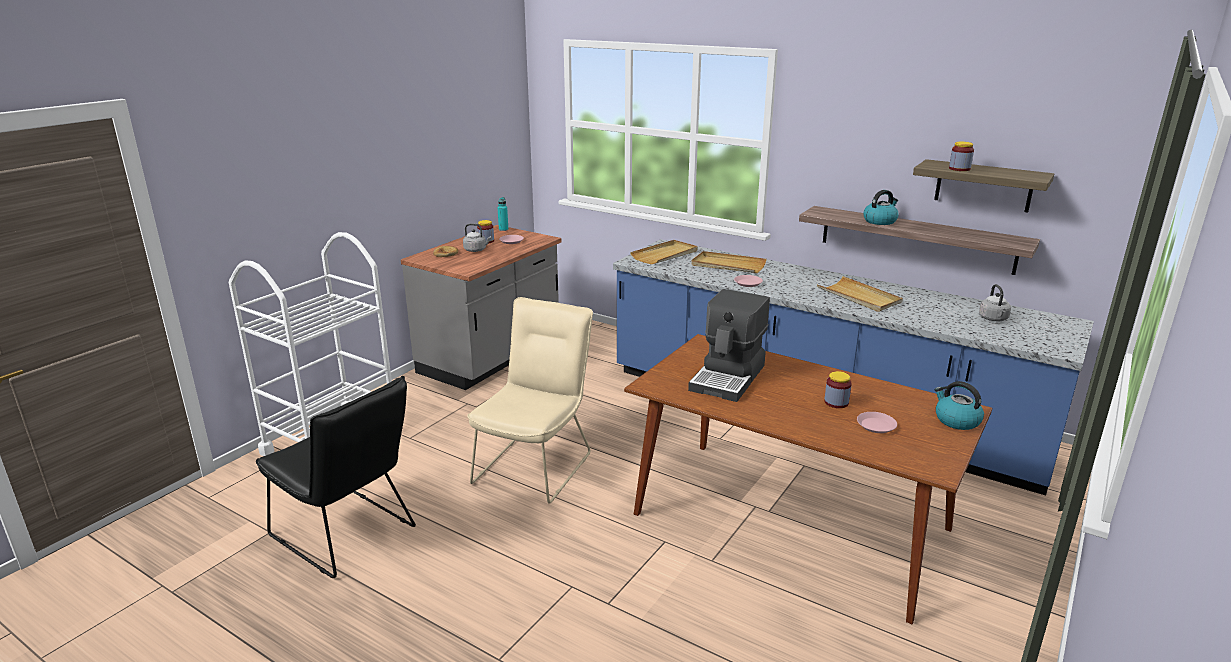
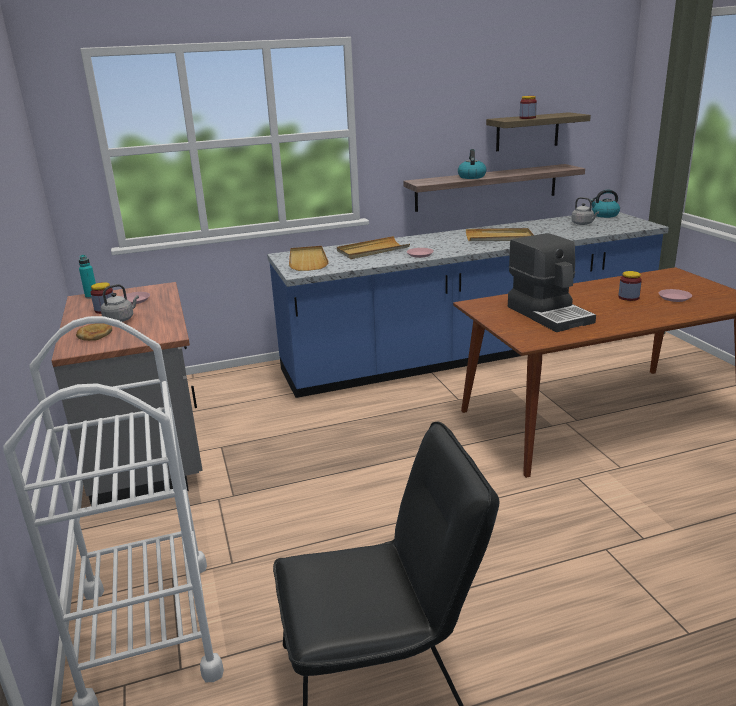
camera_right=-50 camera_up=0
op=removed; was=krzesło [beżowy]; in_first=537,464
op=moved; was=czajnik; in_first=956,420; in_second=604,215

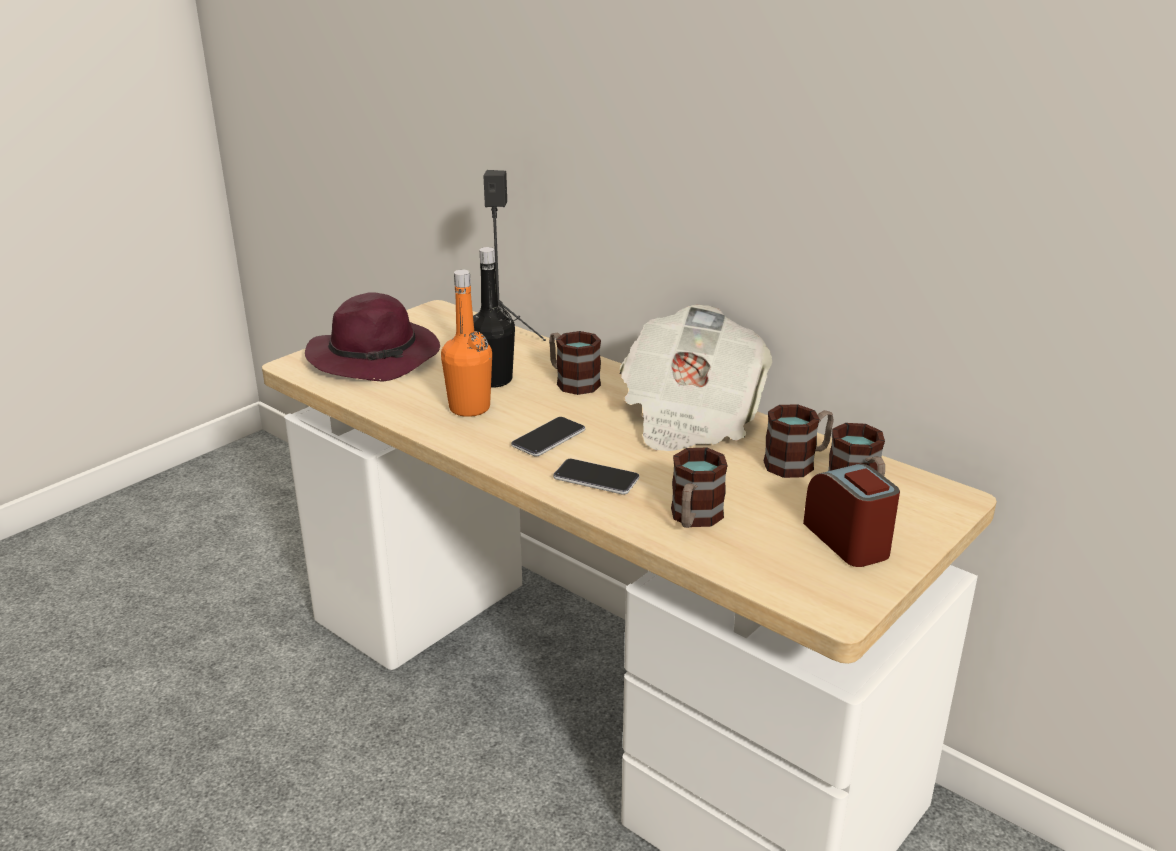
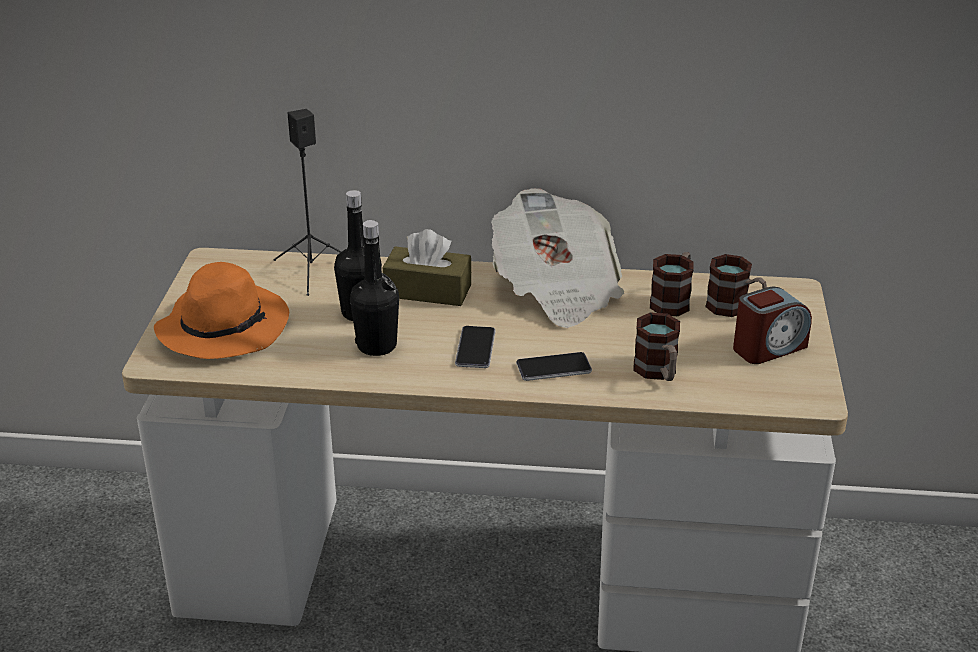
camera_right=-35 camera_up=5
op=replaced; was=kubek; now=pudełko chusteczek [brązowy]; in_first=572,381; in_second=427,291
op=recoloured; was=kapelusz [fioletowy]; now=kapelusz [pomarańczowy]; in_first=376,357; in_second=224,327
op=recoloured; was=butelka [pomarańczowy]; now=butelka [czarny]; in_first=469,408; in_second=377,346
op=turned; was=budzik; in_first=848,540; in_second=768,348; clockwise=120

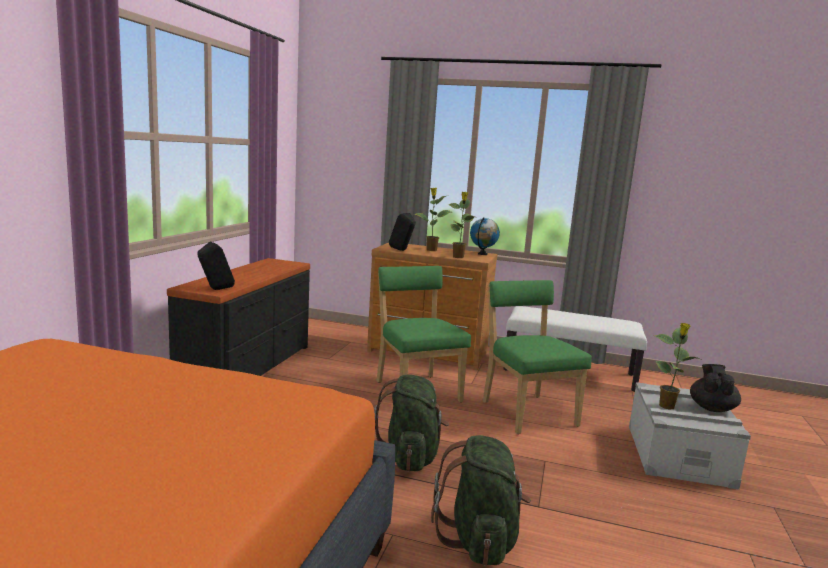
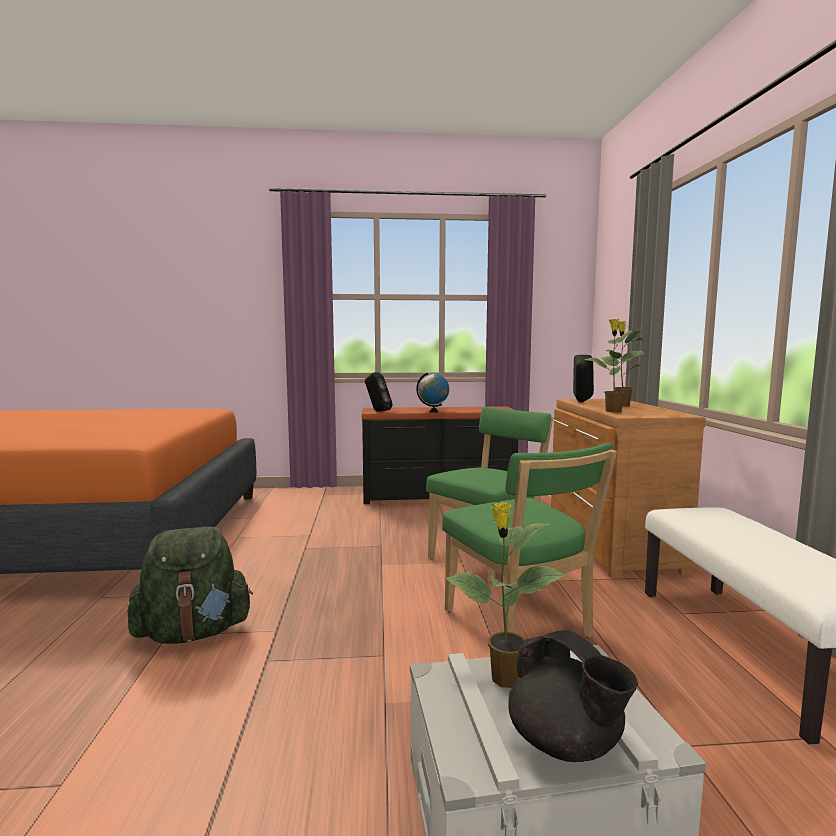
camera_right=70 camera_up=-5
op=removed; was=plecak [zielony]; in_first=409,457
op=moved; was=globus; in_first=482,254; in_second=433,411
op=turned; was=krzesło [zielony]; in_first=526,412; in_second=520,627; clockwise=105
op=turned; was=imbryk [czarny]; in_first=712,408; in_second=566,743; clockwise=60

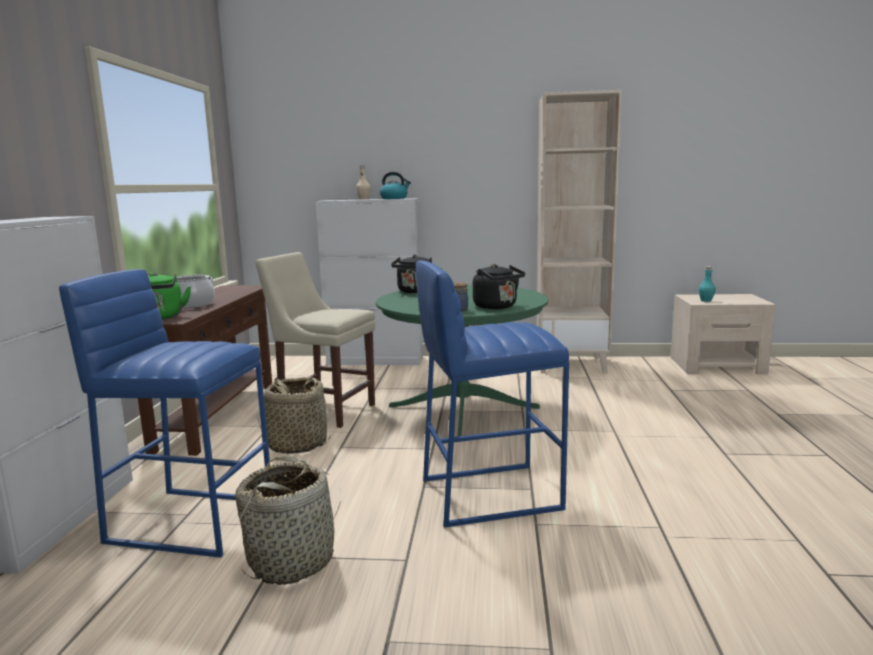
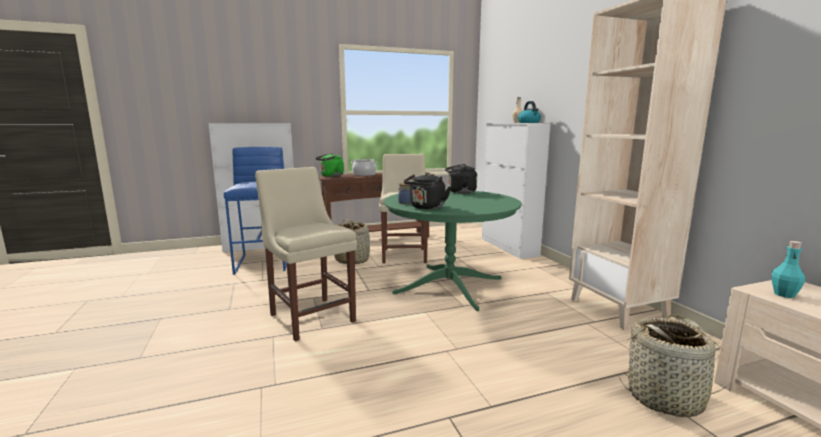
camera_right=65 camera_up=0
op=moved; was=koszyk; in_first=292,560; in_second=665,397
op=replaced; was=stołek [niebieski]; now=krzesło [beżowy]; in_first=488,493; in_second=310,316

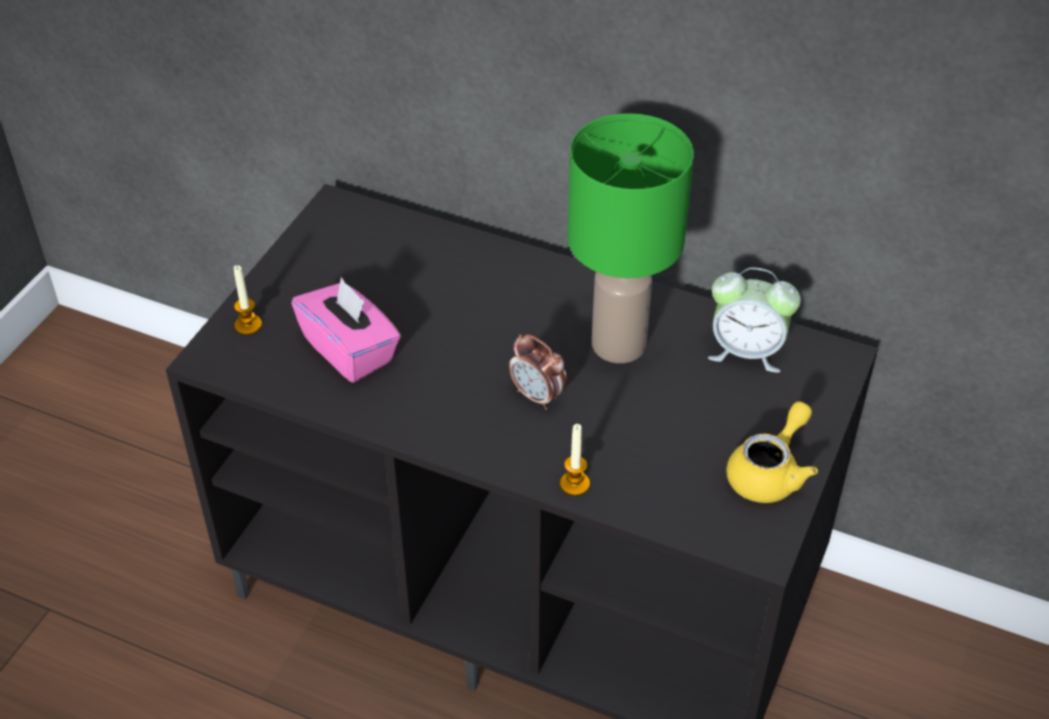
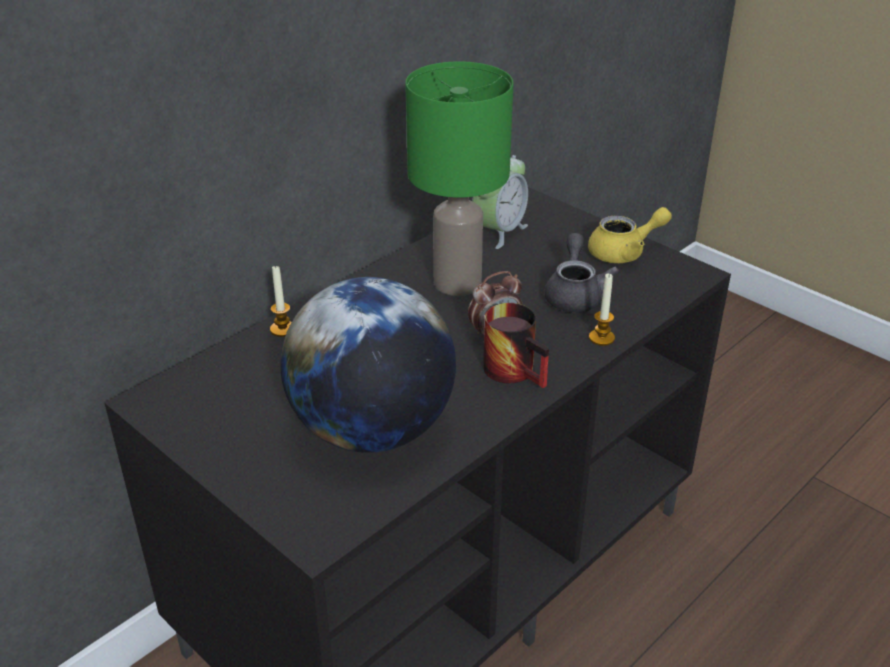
camera_right=-70 camera_up=-10
op=added; now=kubek; in_second=518,370
op=added; now=imbryk [szary]; in_second=575,294
op=moved; was=świeca; in_first=248,325; in_second=282,329
op=replaced; was=pudełko chusteczek [różowy]; now=globus; in_first=350,350; in_second=372,430
op=turned; was=imbryk [żółty]; in_first=770,473; in_second=624,252; clockwise=105

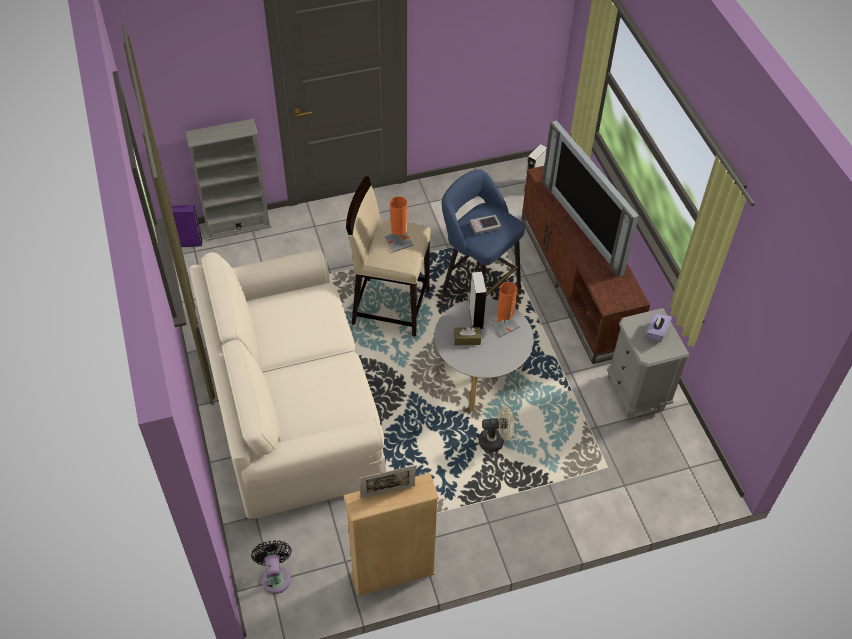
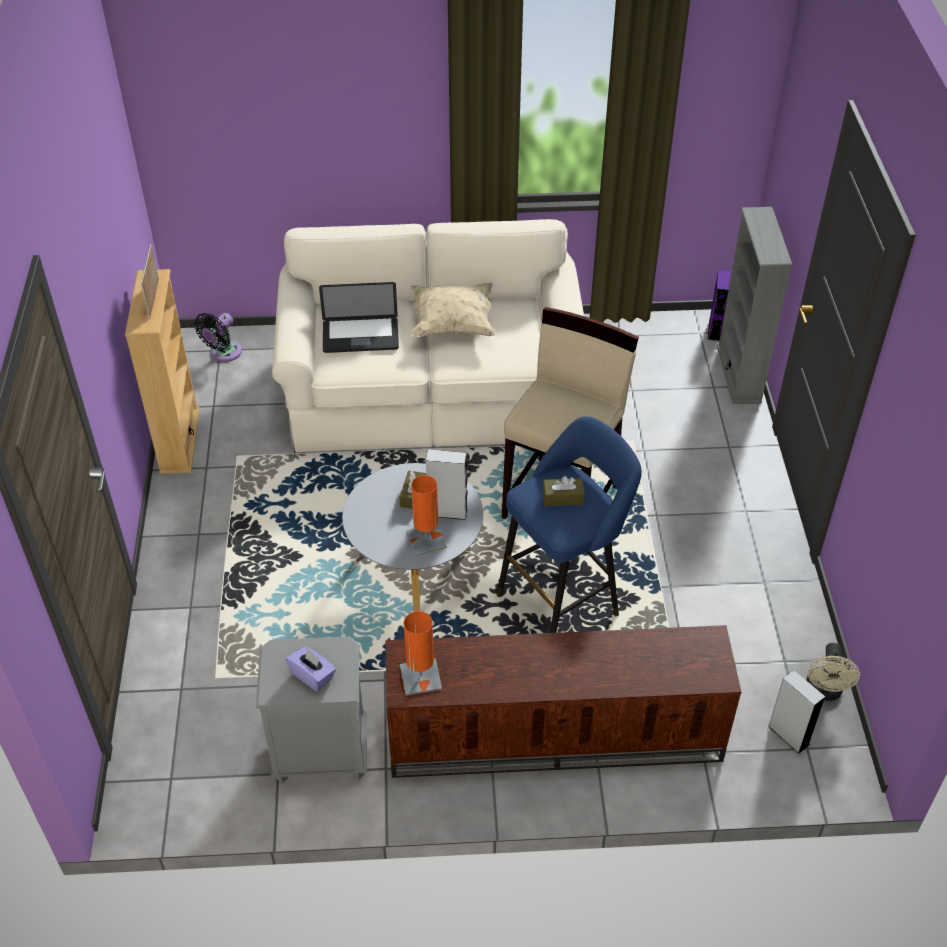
camera_right=105 camera_up=-5
op=removed; was=telewizor; in_first=586,225
op=added; now=laptop; in_second=360,336
op=added; now=poduszka [beżowy]; in_second=452,324
op=moved; was=lampa stołowa [pomarańczowy]; in_first=398,241; in_second=420,677
op=moved; was=wentylator [beżowy]; in_first=495,441; in_second=824,692
op=replaced; was=książka; now=pudełko chusteczek [brązowy]; in_first=485,226; in_second=563,497
op=turned; was=wentylator [czarny]; in_first=275,576; in_second=223,354; clockwise=120

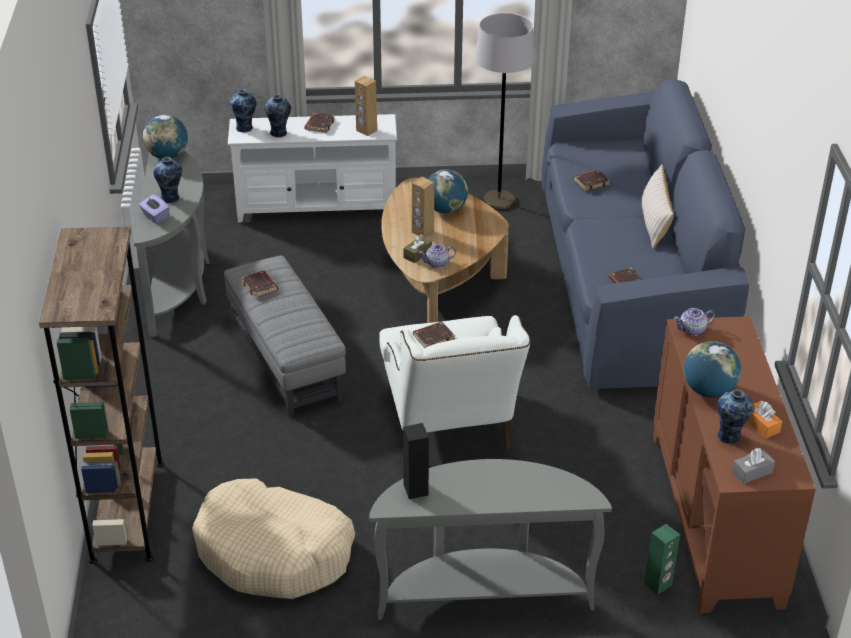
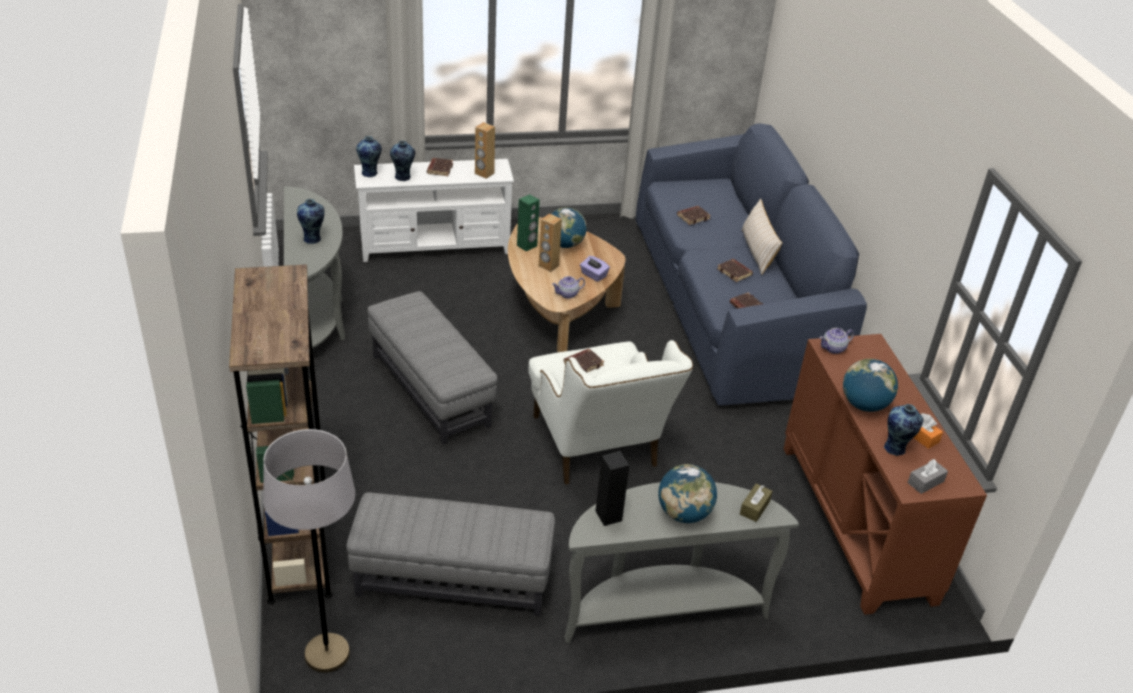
camera_right=-10 camera_up=0
op=moved; was=pudełko chusteczek [fioletowy]; in_first=155,216; in_second=593,275
op=moved; was=globus; in_first=167,156; in_second=684,514
op=moved; was=książka [brązowy]; in_first=260,286; in_second=735,272
op=moved; was=pudełko chusteczek [brązowy]; in_first=417,254; in_second=754,507
op=moved; was=lampa stojąca [szary]; in_first=499,201; in_second=327,654
op=moved; was=głośnik [zielony]; in_first=658,584; in_second=527,246
op=replaced; was=legowisko [beżowy]; now=pufa [szary]; in_first=274,553; in_second=452,581

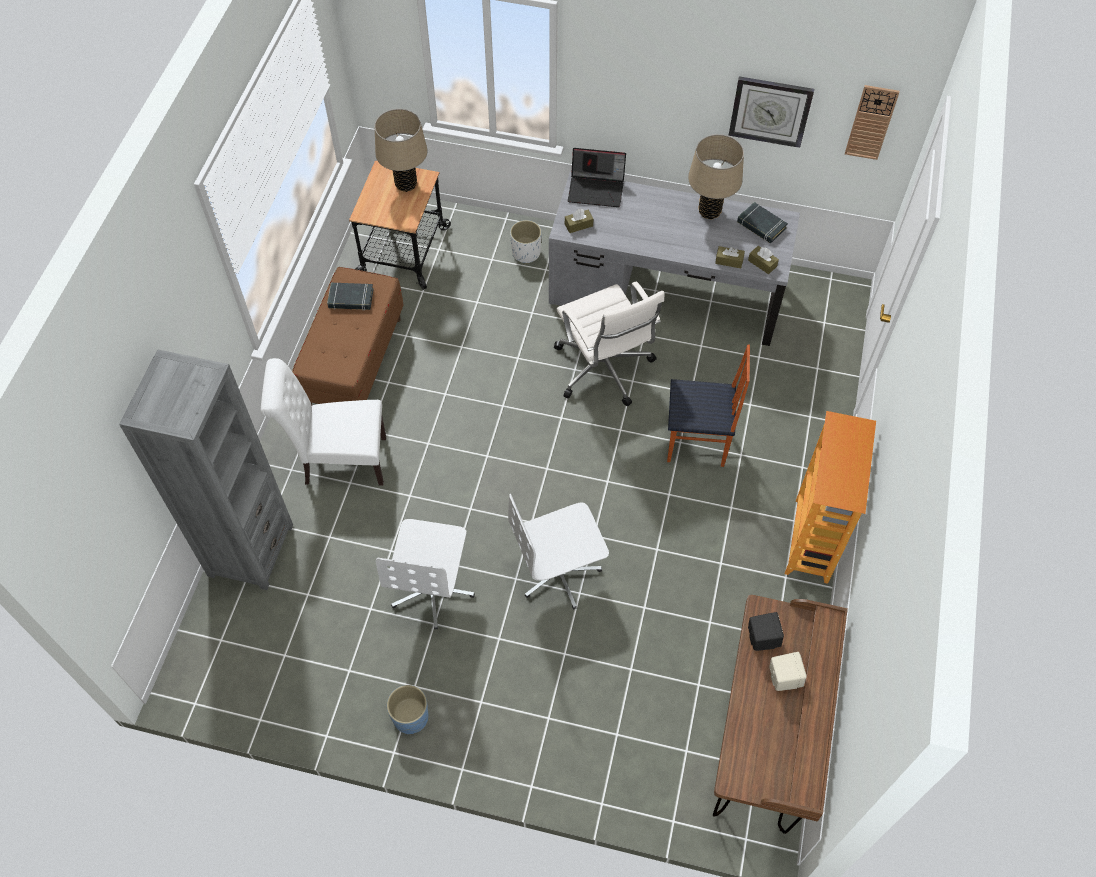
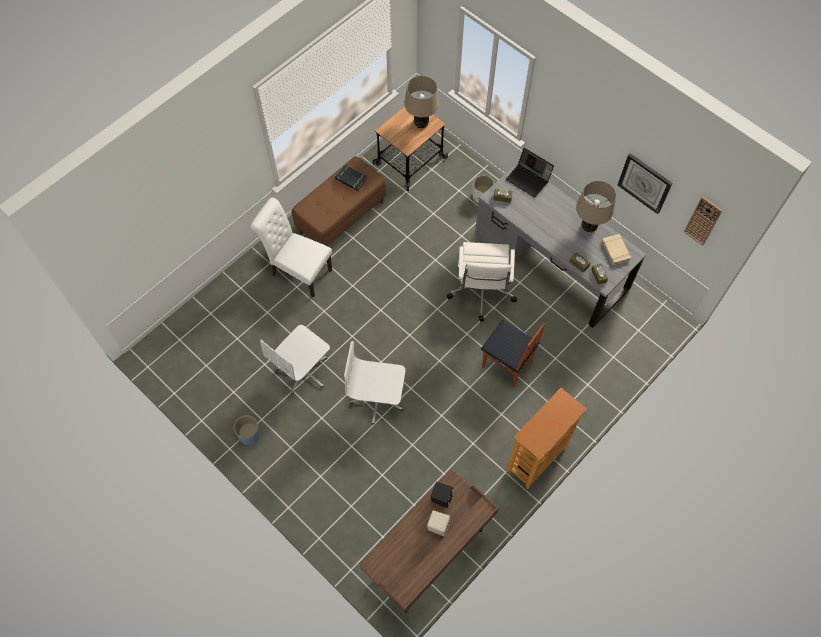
camera_right=30 camera_up=5
op=removed; was=regał [szary]; in_first=250,550
op=recoloured; was=książka [czarny]; now=książka [beżowy]; in_first=761,225; in_second=615,251

